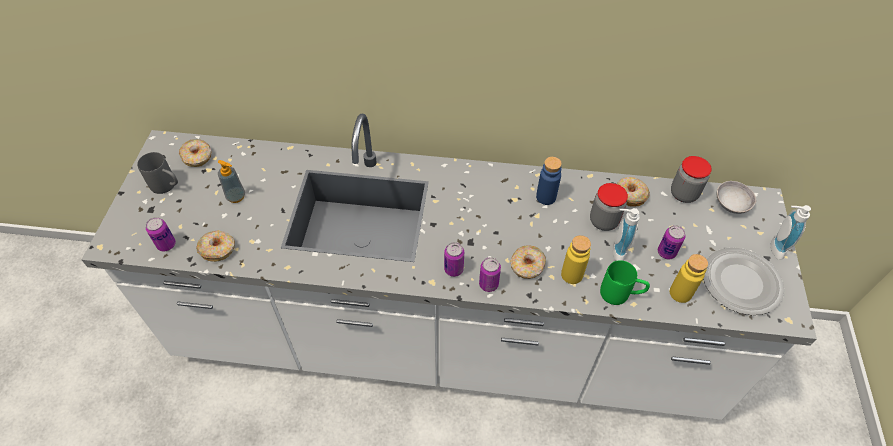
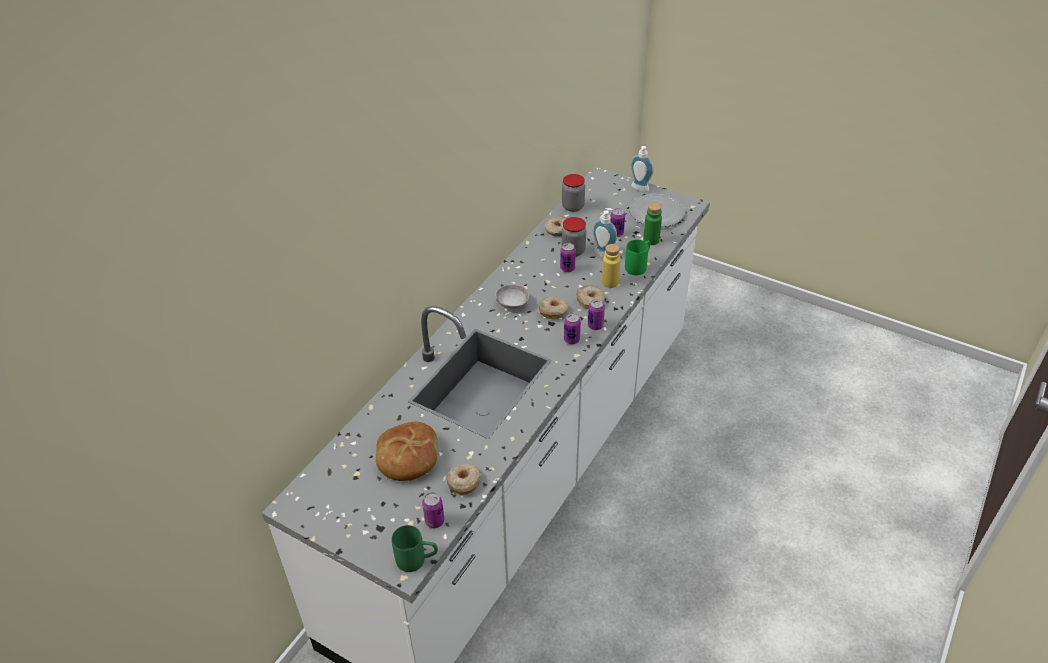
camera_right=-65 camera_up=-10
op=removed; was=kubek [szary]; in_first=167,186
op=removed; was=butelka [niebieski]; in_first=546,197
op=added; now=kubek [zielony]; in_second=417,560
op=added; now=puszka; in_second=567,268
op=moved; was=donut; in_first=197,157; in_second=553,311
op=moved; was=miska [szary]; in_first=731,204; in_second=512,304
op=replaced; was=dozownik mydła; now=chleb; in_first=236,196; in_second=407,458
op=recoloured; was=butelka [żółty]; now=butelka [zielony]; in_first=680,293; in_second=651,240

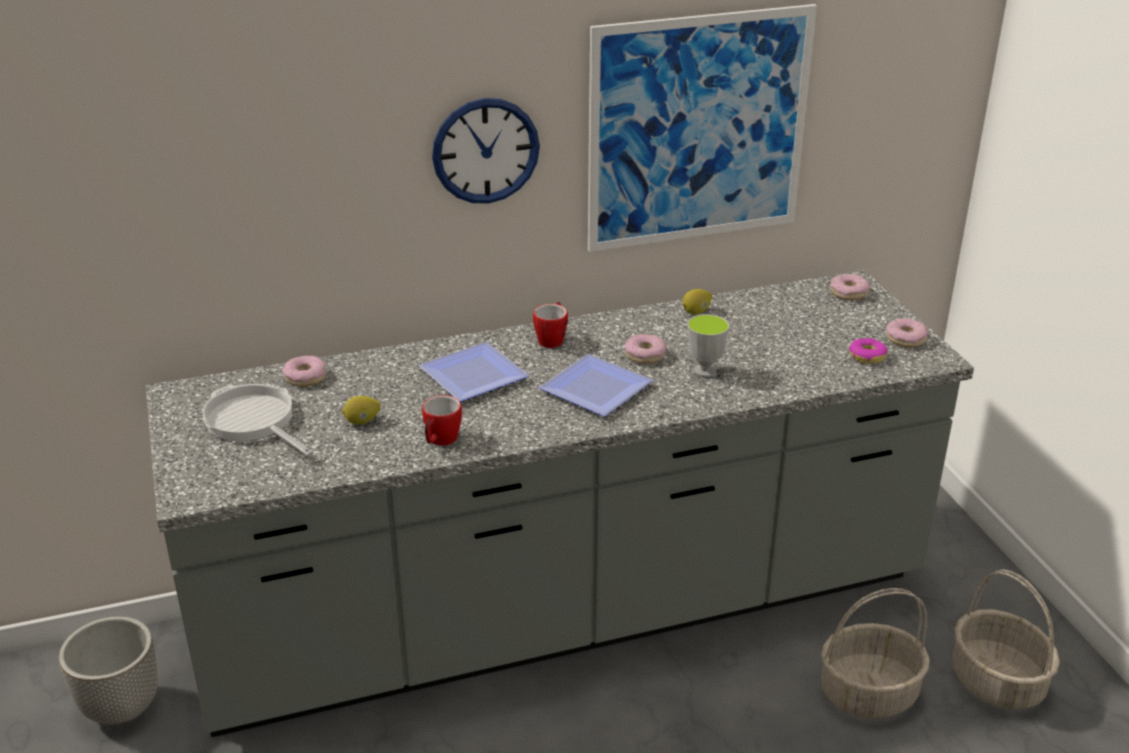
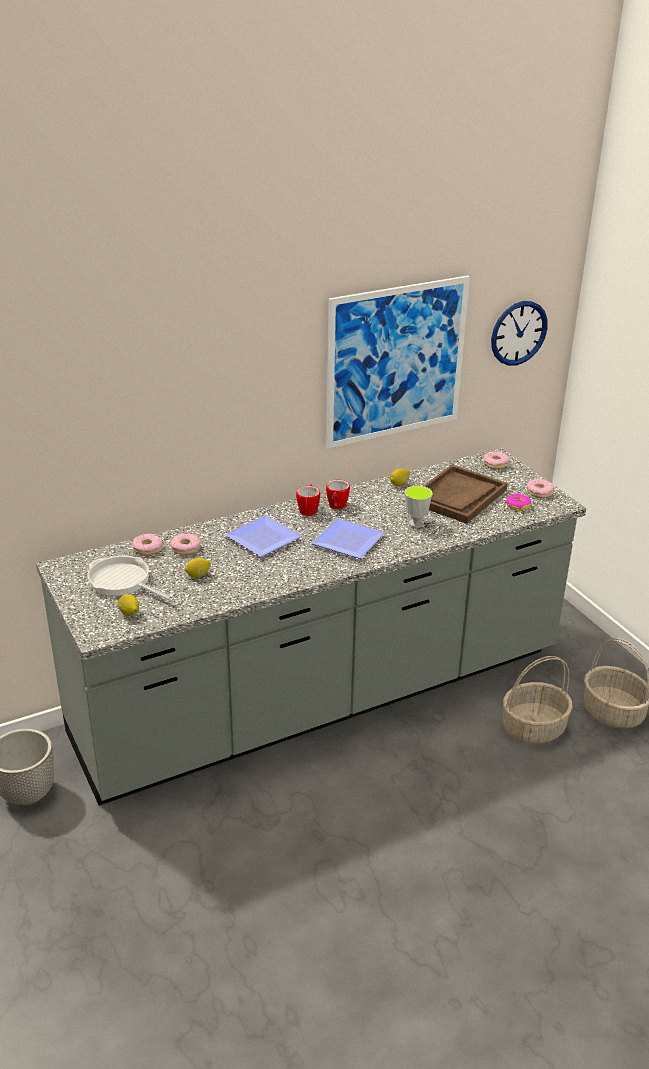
camera_right=-10 camera_up=0
op=added; now=cytryna; in_second=129,613
op=added; now=taca [brązowy]; in_second=458,496
op=moved; was=kubek; in_first=440,441; in_second=336,507
op=moved; was=zegar ścienny; in_first=485,151; in_second=518,333
op=moved; was=donut; in_first=645,355; in_second=185,548

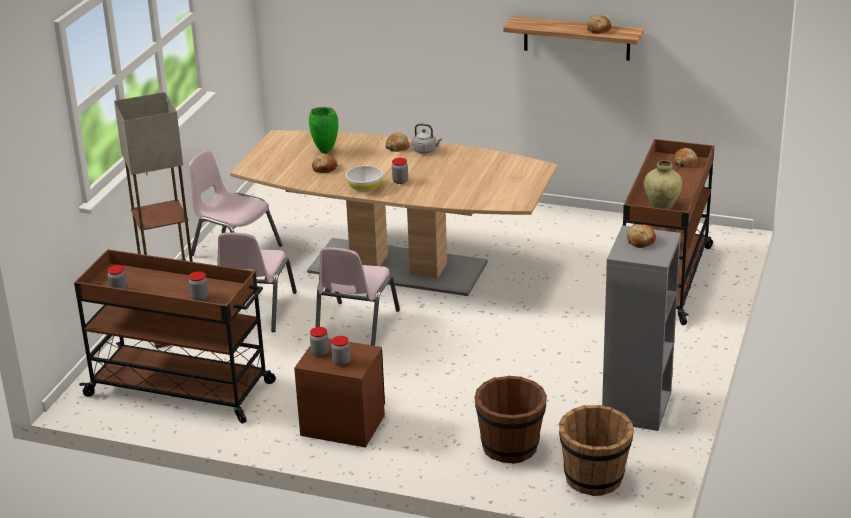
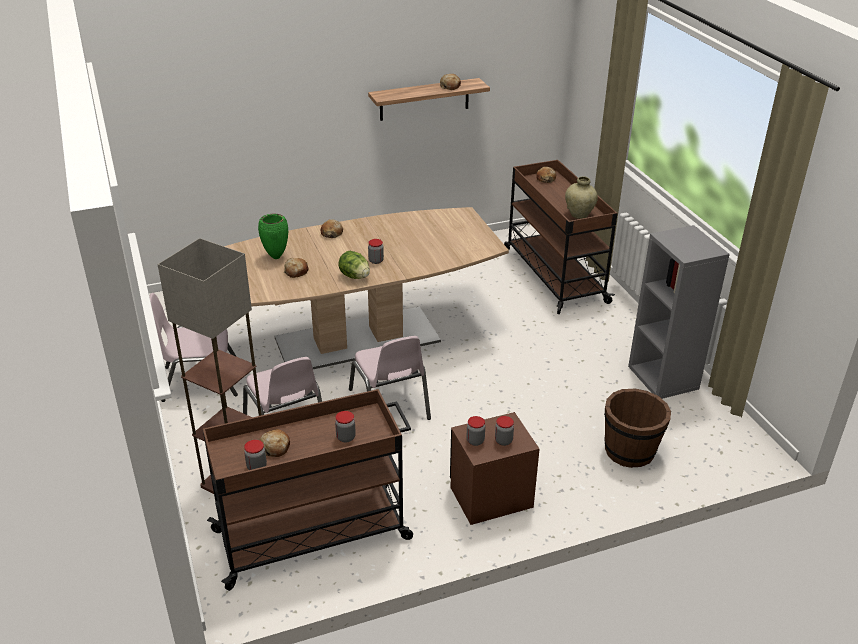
camera_right=-40 camera_up=5
op=removed; was=czajnik [szary]; in_first=426,150
op=removed; was=wiadro [brązowy]; in_first=594,478
op=moved; was=chleb; in_first=640,241; in_second=275,447
op=replaced; was=miska [biały]; now=sałata; in_first=364,187; in_second=355,276

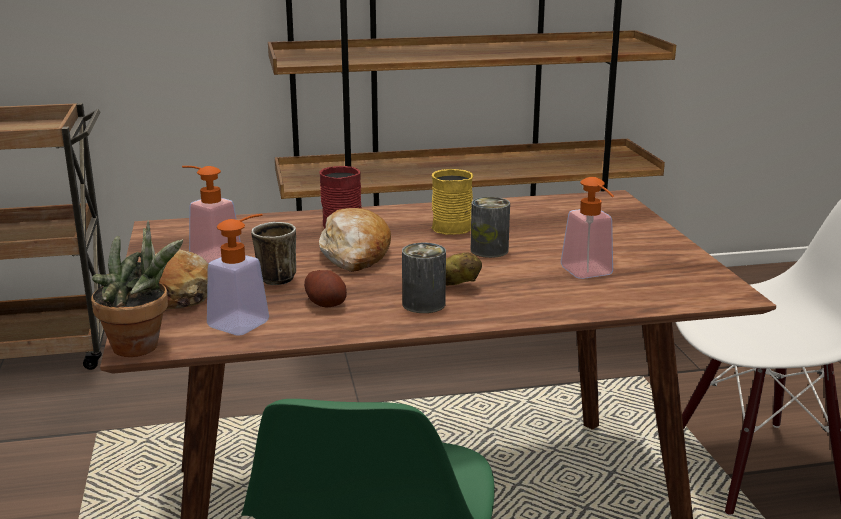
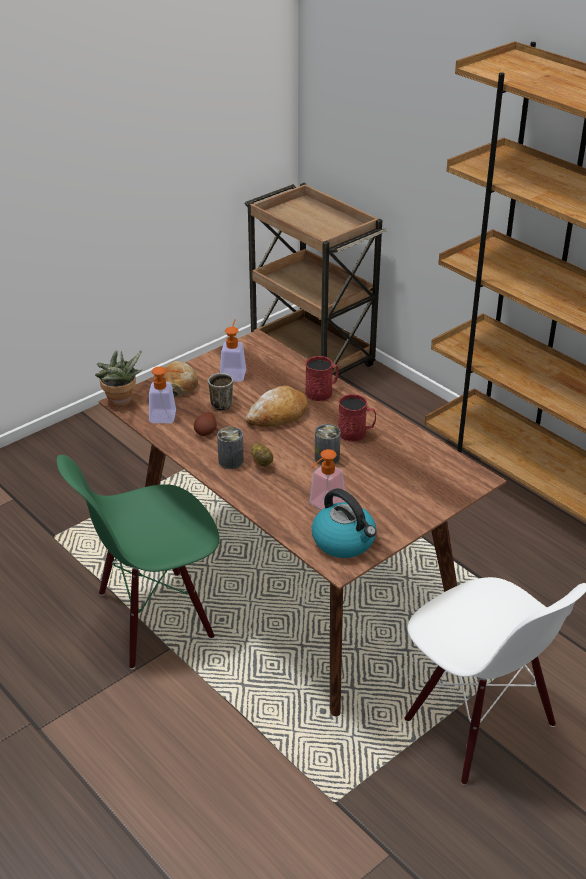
camera_right=60 camera_up=15
op=added; now=czajnik; in_second=345,541
op=recoloured; was=kubek [żółty]; now=kubek [czerwony]; in_first=455,225; in_second=356,433

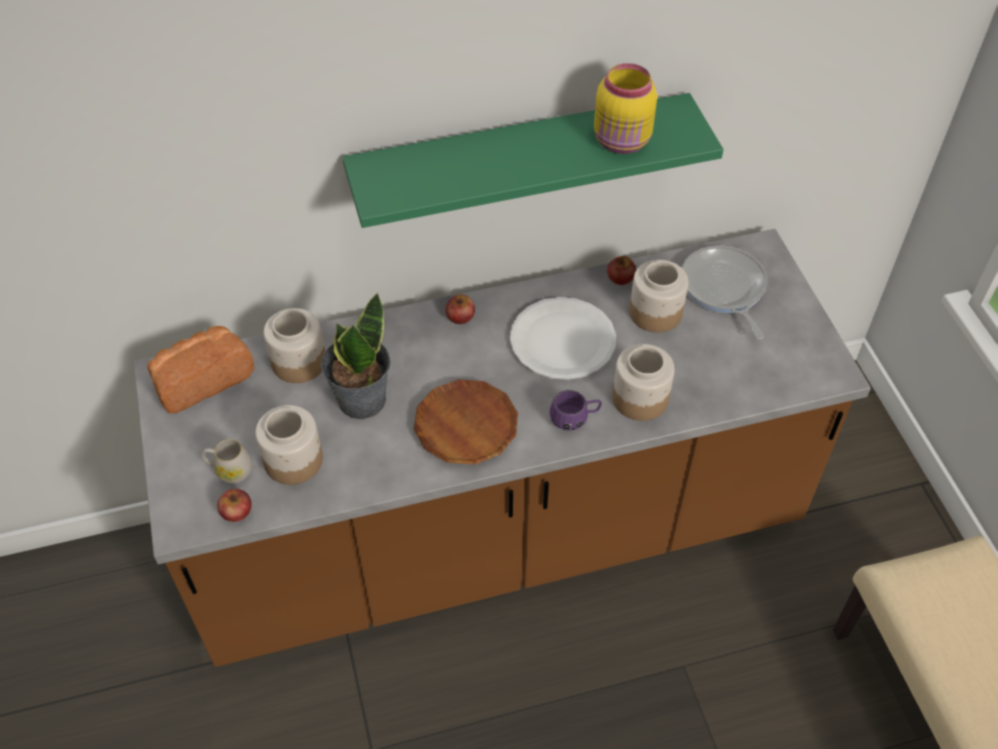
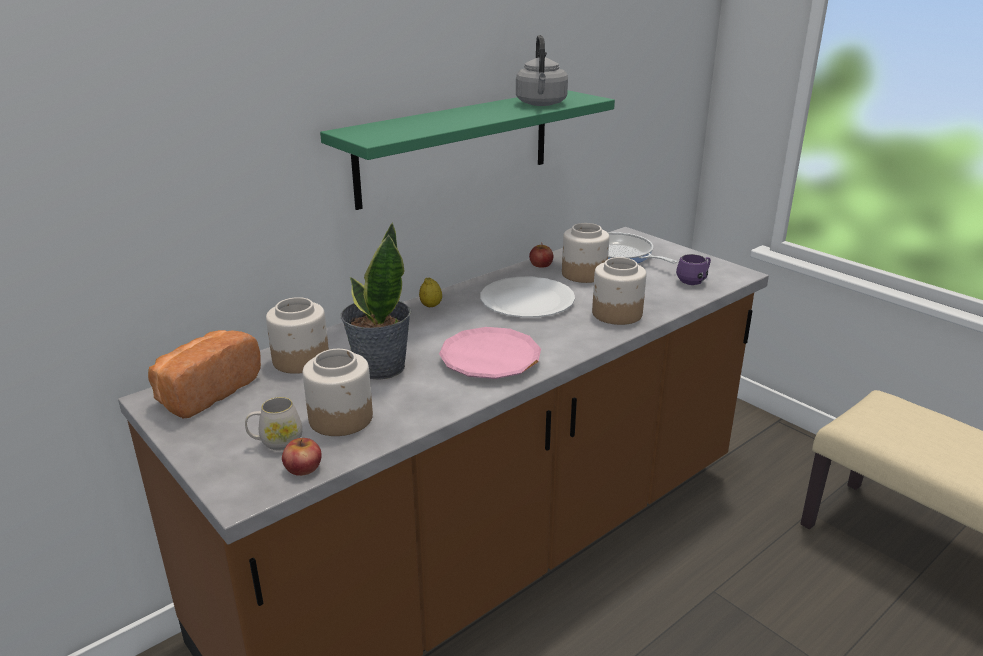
camera_right=-25 camera_up=-25
op=moved; was=kubek [fioletowy]; in_first=575,419; in_second=694,281
op=replaced; was=jabłko; now=cytryna; in_first=460,316; in_second=431,306
op=replaced; was=słoik [żółty]; now=czajnik [szary]; in_first=622,142; in_second=541,104
op=recoloured; was=talerz [brązowy]; now=talerz [różowy]; in_first=466,426; in_second=490,359

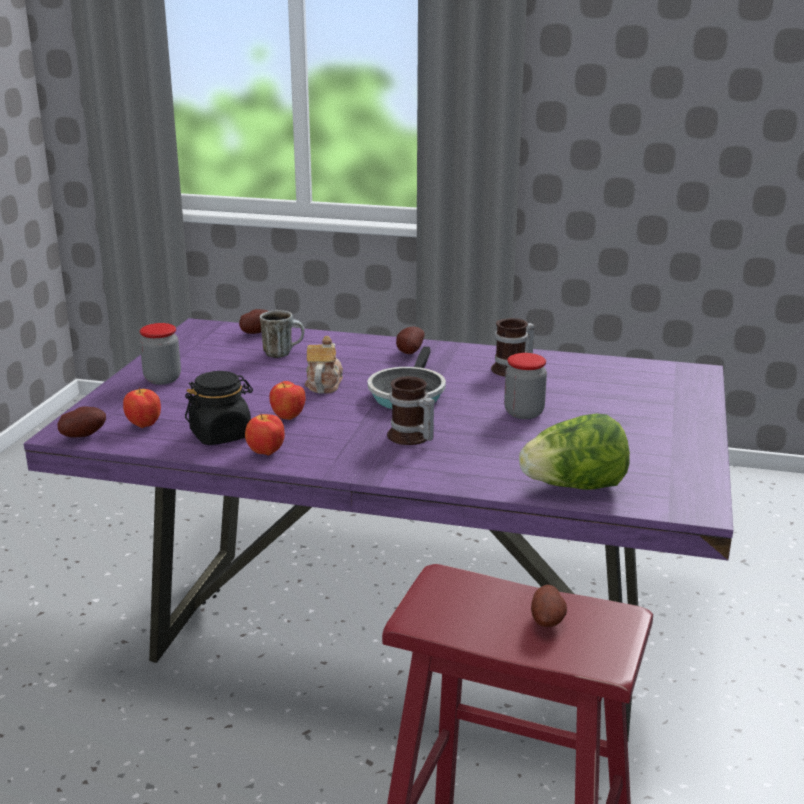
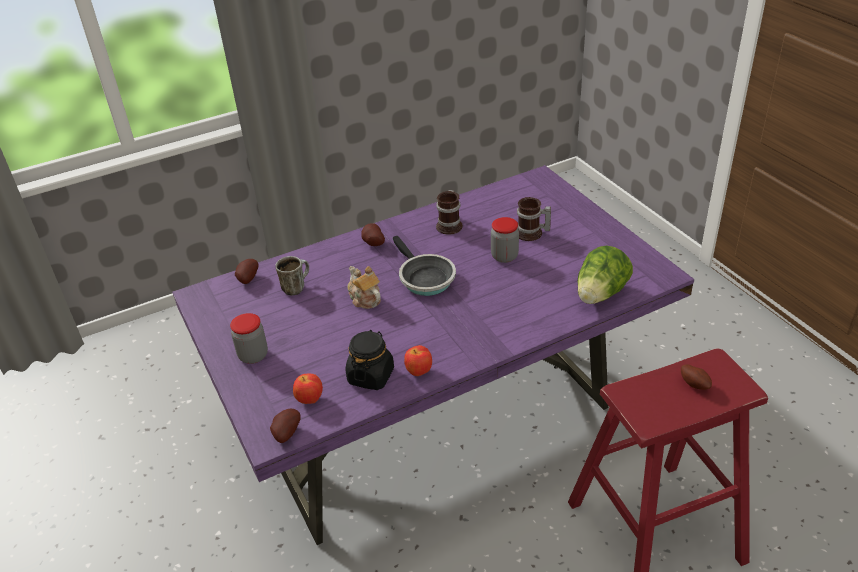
camera_right=-40 camera_up=15
op=removed; was=jabłko; in_first=288,418
op=moved; was=kubek; in_first=410,438; in_second=531,234

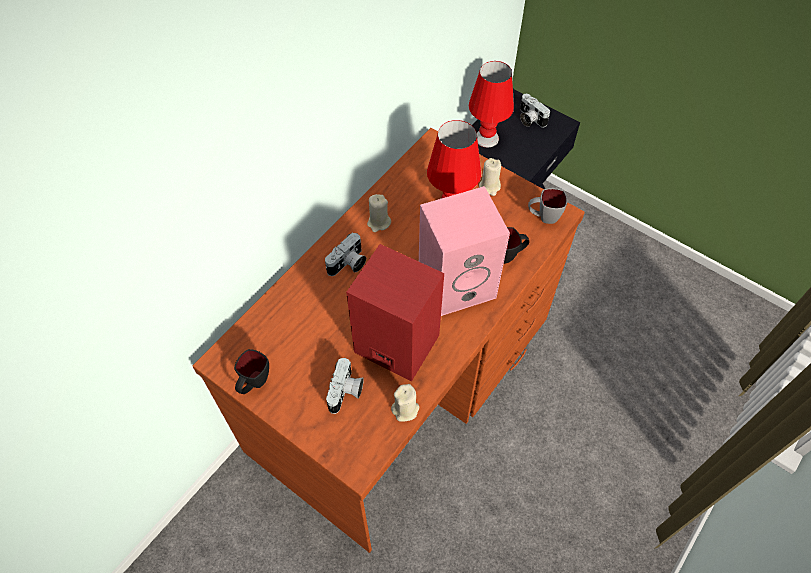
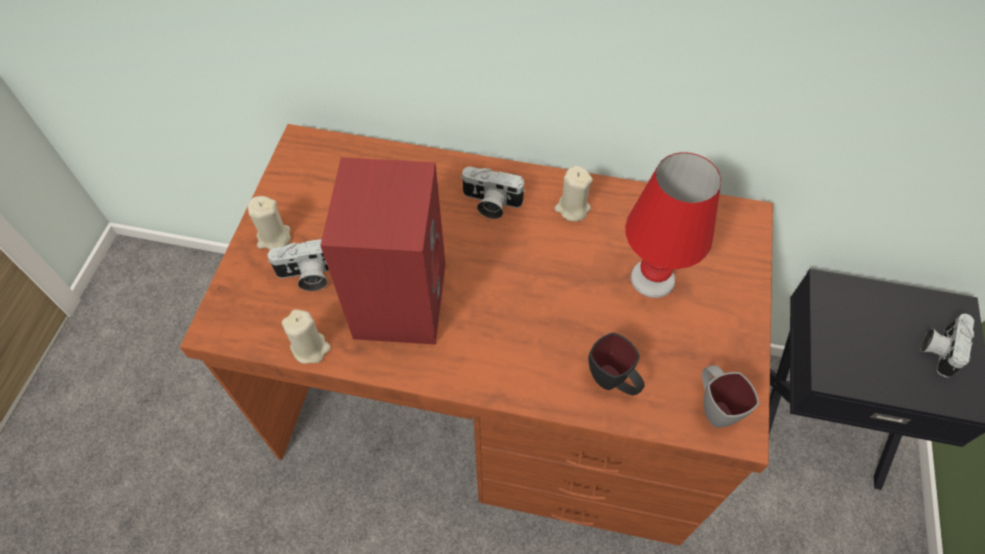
camera_right=65 camera_up=0
op=removed; was=kubek [czarny]; in_first=254,384
op=removed; was=głośnik [różowy]; in_first=458,283
op=removed; was=lampa stołowa [czerwony]; in_first=486,138
op=moved; was=świeca [beżowy]; in_first=489,187; in_second=274,237

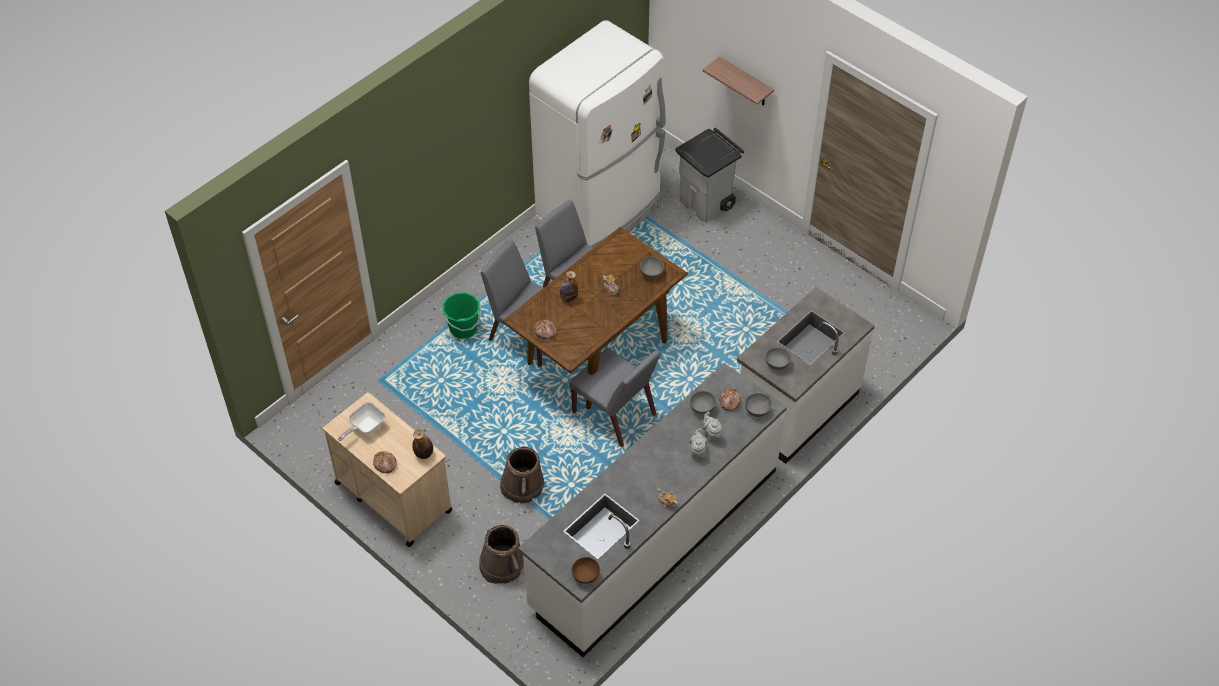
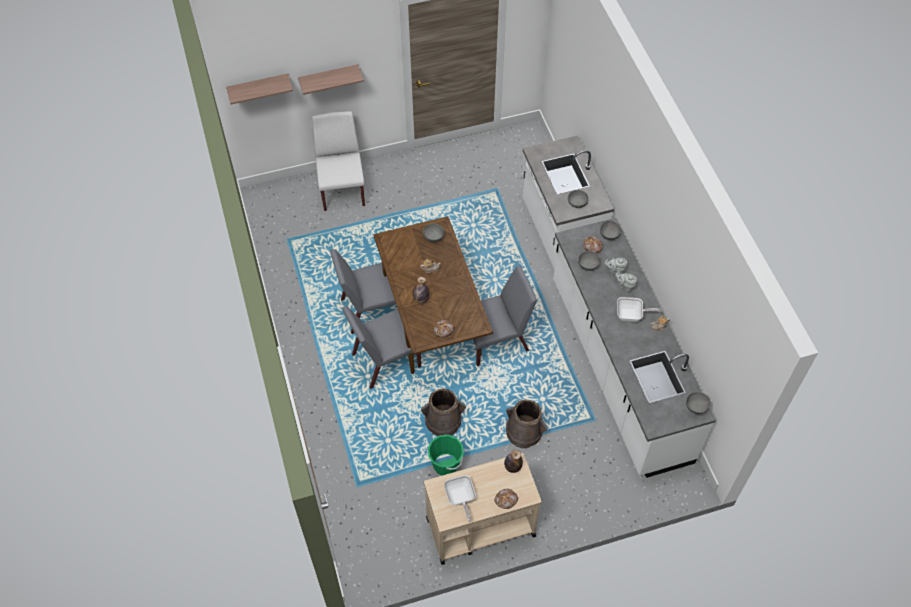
camera_right=-60 camera_up=5
op=removed; was=lodówka [biały]; in_first=601,211
op=added; now=półka; in_second=258,88
op=added; now=patelnia; in_second=631,315
op=moved; was=wiadro [zielony]; in_first=463,328; in_second=446,464
op=moved; was=wiadro [brązowy]; in_first=502,565; in_second=443,420
op=replaced; was=kosz na śmieci [szary]; now=krzesło [biały]; in_first=707,203; in_second=342,188
op=recoloured; was=miska [brązowy]; now=miska [szary]; in_first=585,576; in_second=697,407

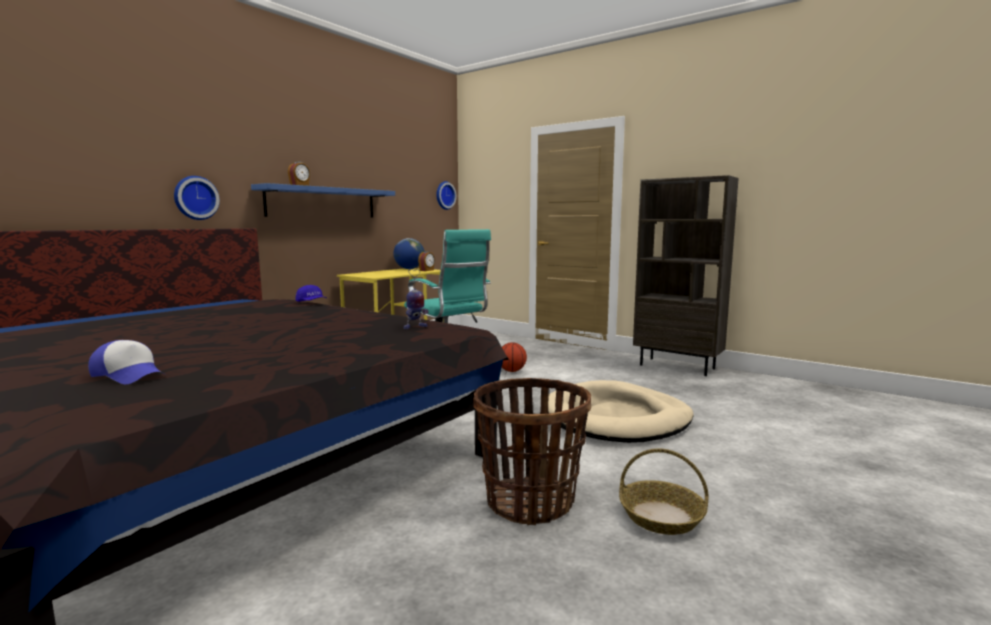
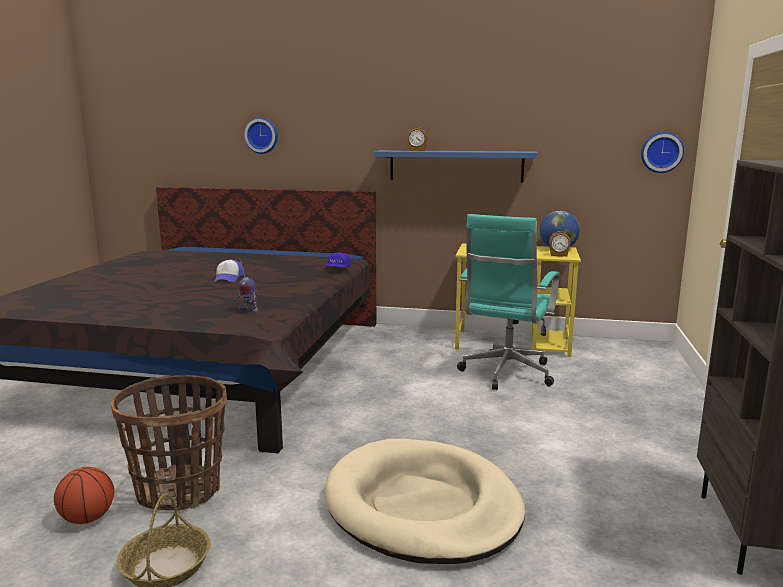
camera_right=65 camera_up=5
op=moved; was=czapka z daszkiem; in_first=130,375; in_second=229,278
op=moved; was=zegar ścienny; in_first=195,198; in_second=262,135
op=moved; was=piłka do koszykówki; in_first=512,371; in_second=87,519

